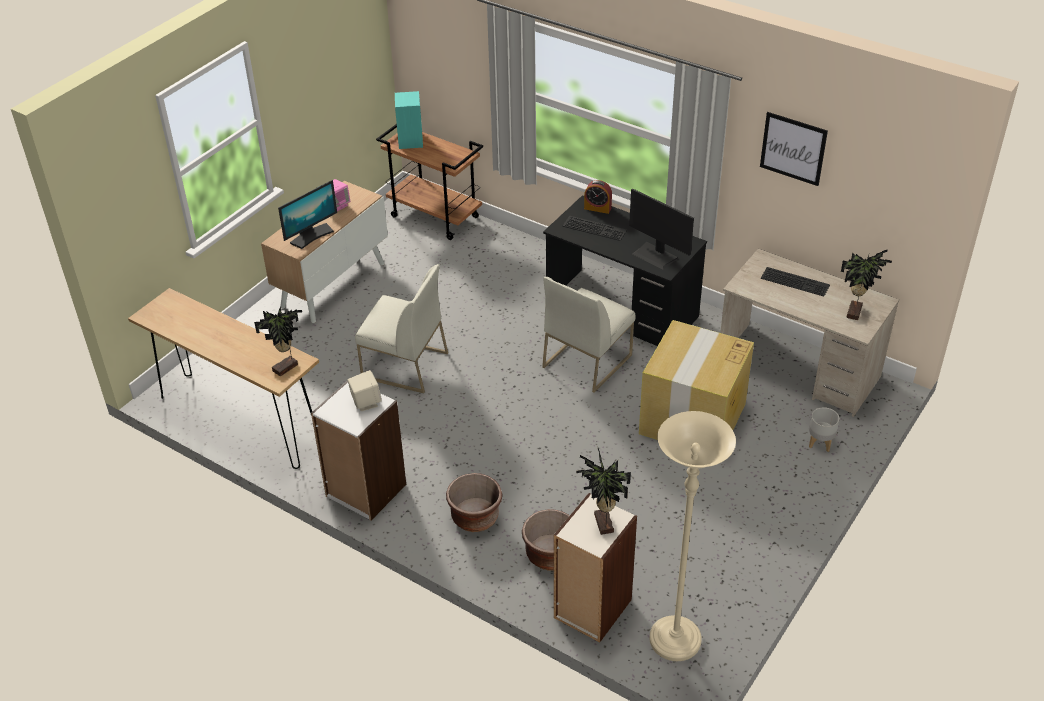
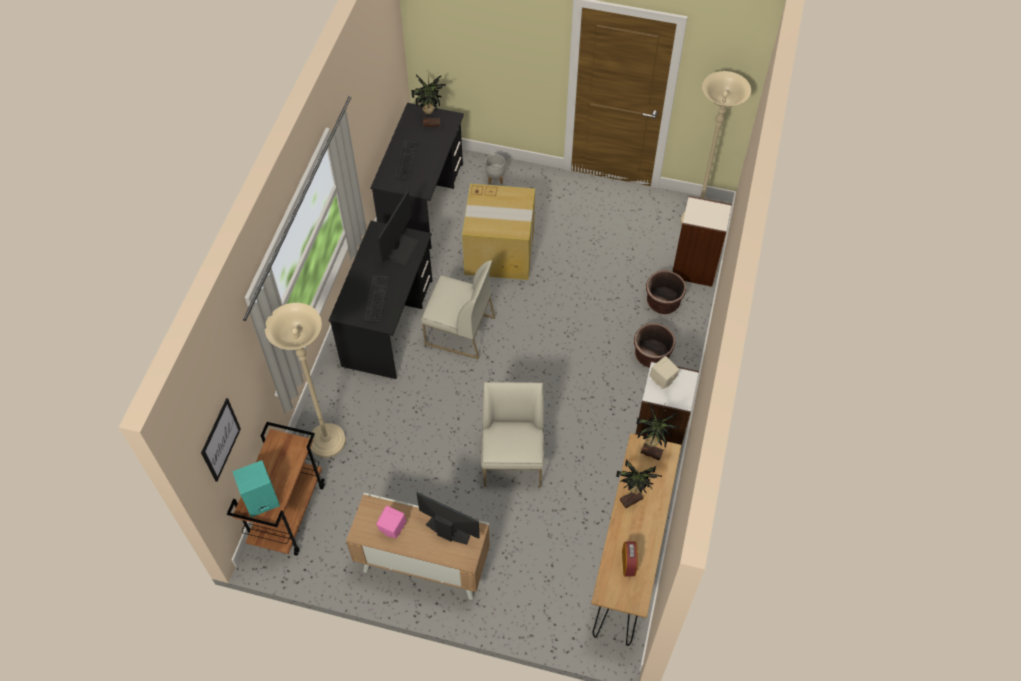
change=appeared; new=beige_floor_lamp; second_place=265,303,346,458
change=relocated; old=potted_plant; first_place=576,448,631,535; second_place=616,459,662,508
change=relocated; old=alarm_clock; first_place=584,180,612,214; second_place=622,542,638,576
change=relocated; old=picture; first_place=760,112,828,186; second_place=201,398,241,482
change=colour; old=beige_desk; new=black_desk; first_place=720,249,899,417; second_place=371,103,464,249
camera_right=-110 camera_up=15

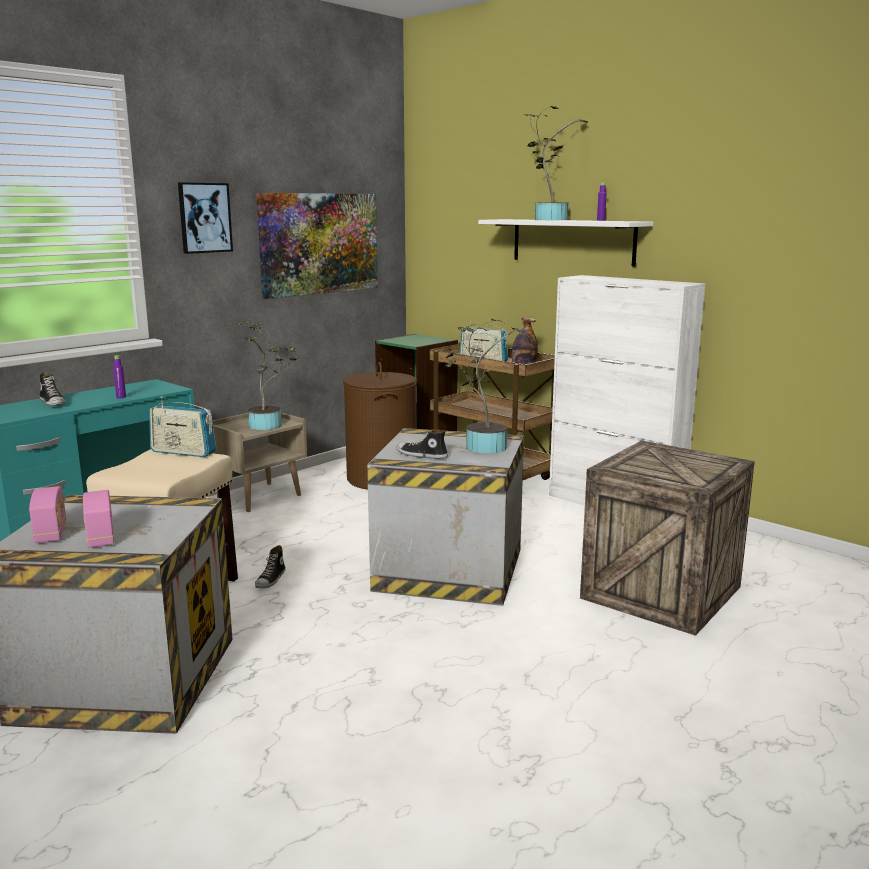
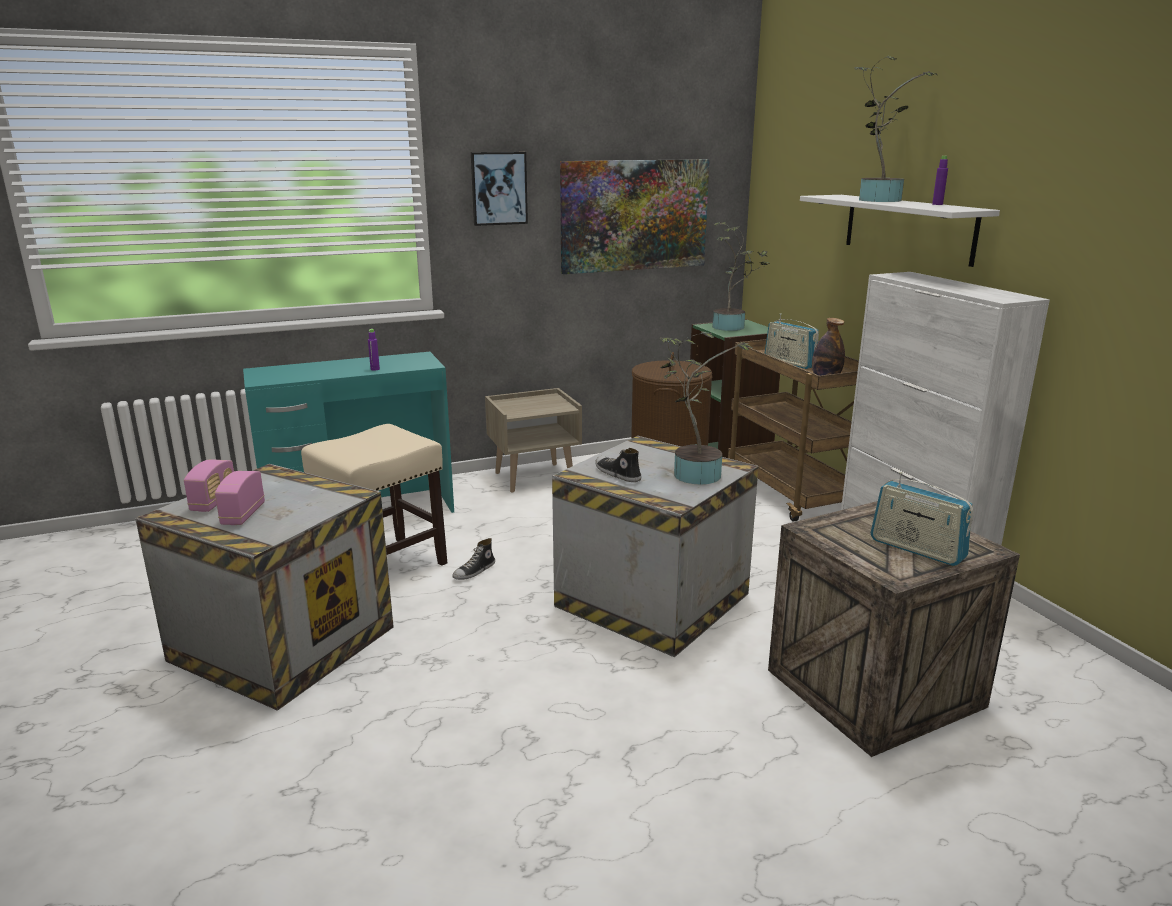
change=missing; old=shoe; first_place=39,372,66,406
change=relocated; old=radio; first_place=149,396,216,457; second_place=871,472,974,566
change=relocated; old=potted_plant; first_place=236,321,299,430; second_place=712,222,770,331
camera_right=25 camera_up=5

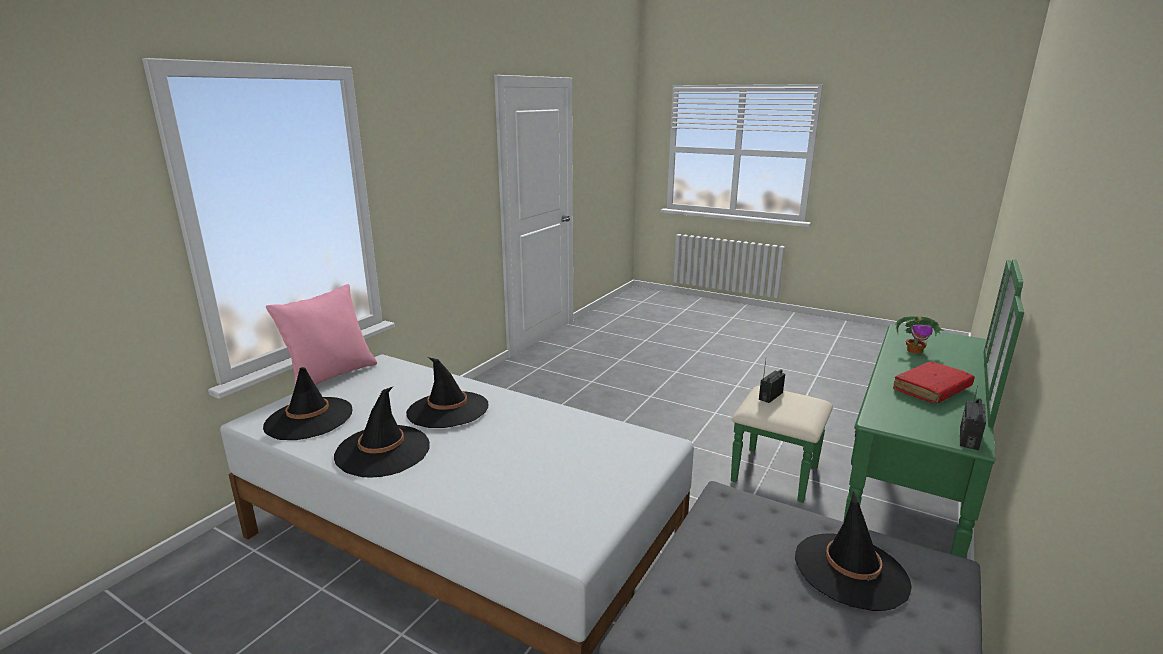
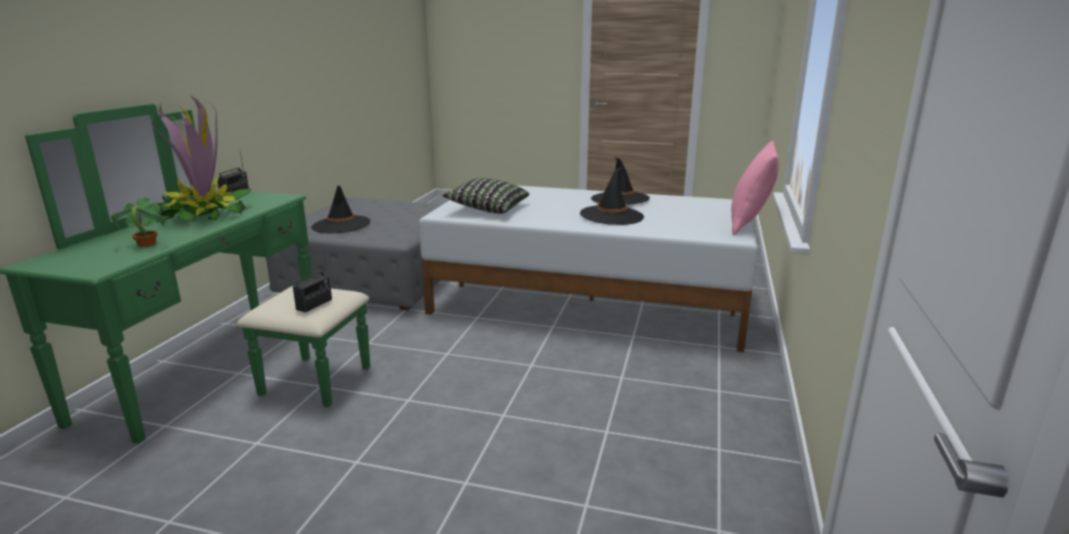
change=missing; old=black_hat; first_place=263,367,352,440
change=appeared; new=pillow; second_place=443,178,529,214
change=exchanged; old=red_book; new=potted_plant; first_place=893,361,975,403; second_place=151,95,251,223
camera_right=165 camera_up=0

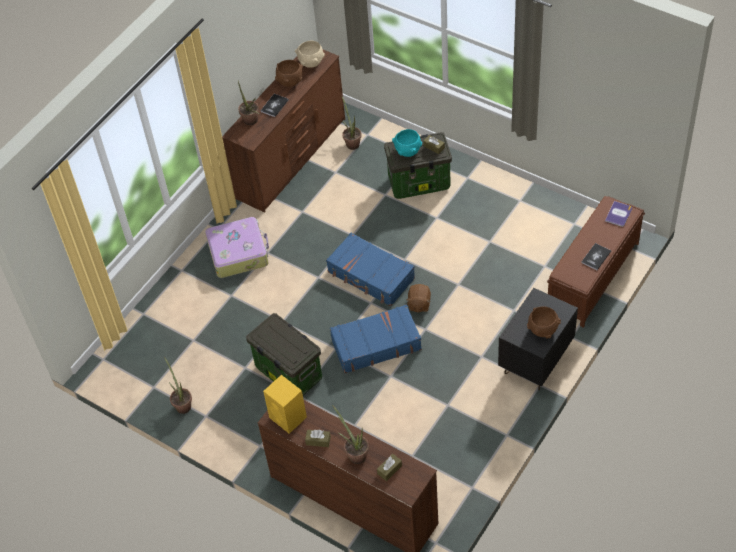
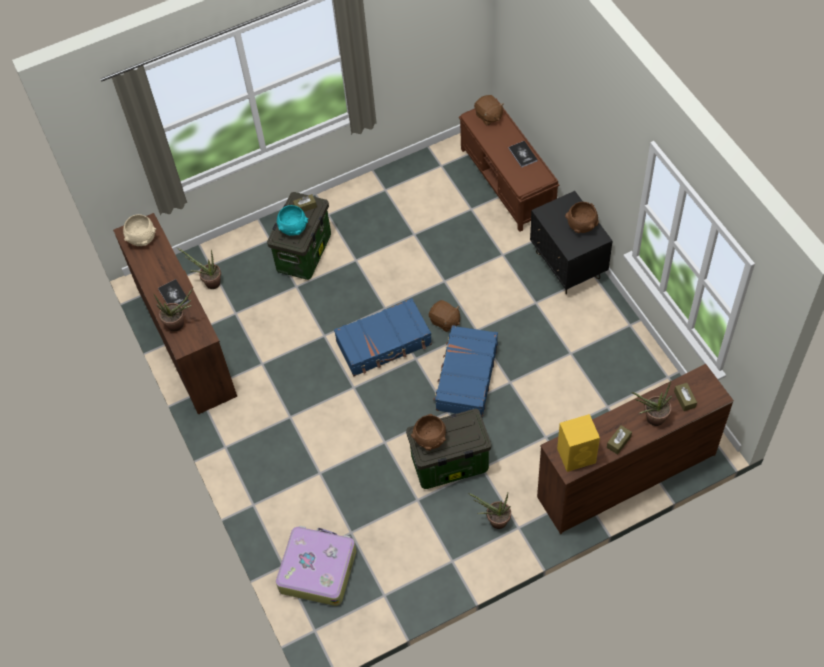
change=relocated; old=potted_plant; first_place=164,357,192,414; second_place=468,493,511,529
change=relocated; old=suitcase; first_place=205,217,269,278; second_place=276,526,356,606
change=relocated; old=brown_bowl; first_place=275,60,303,87; second_place=411,414,446,451
change=exchanged; old=book; new=brown_plush_toy; first_place=605,201,632,227; second_place=474,95,504,126
camera_right=-60 camera_up=5

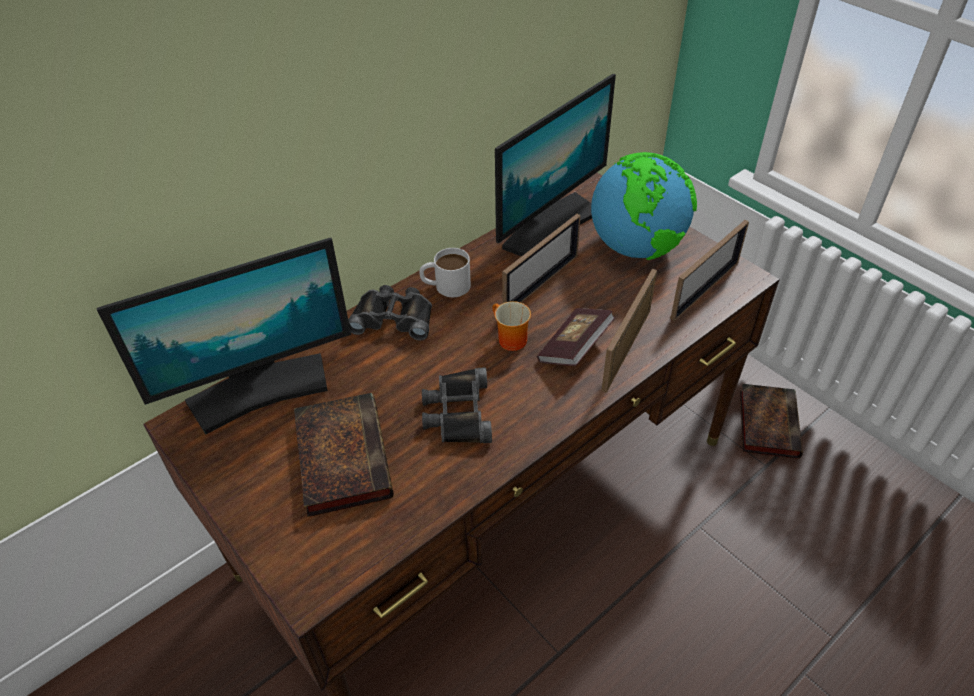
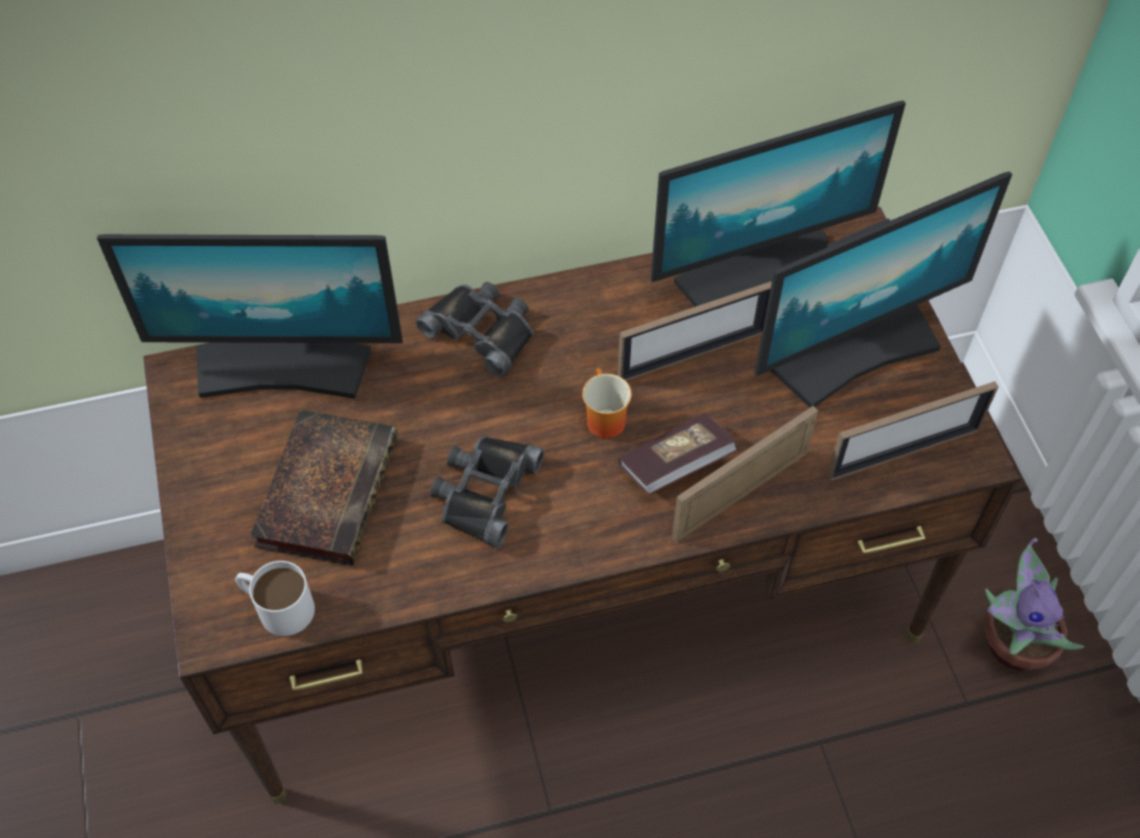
change=relocated; old=white_mug; first_place=419,248,471,297; second_place=235,561,315,636
change=exchanged; old=globe; new=monitor; first_place=591,152,697,260; second_place=755,171,1012,408
change=exchanged; old=book; new=potted_plant; first_place=740,384,803,459; second_place=984,538,1085,671
camera_right=25 camera_up=10

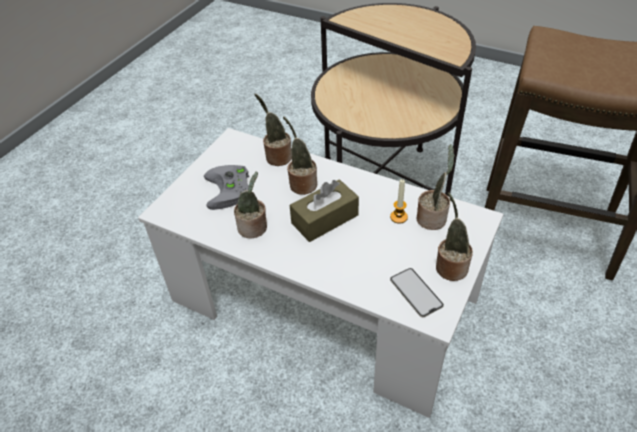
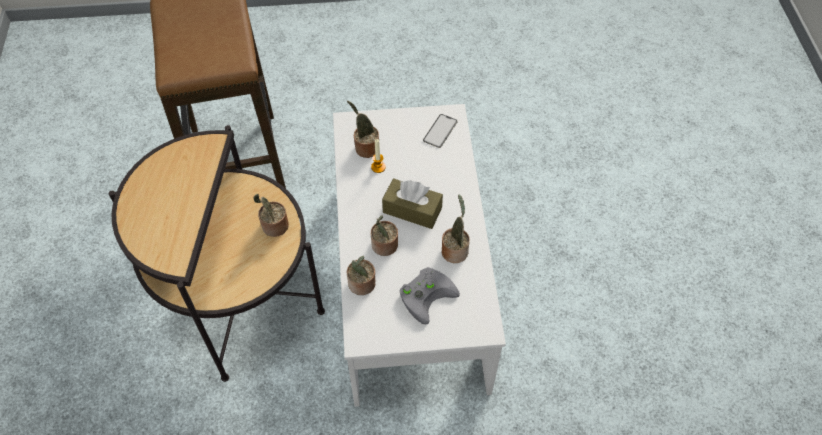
change=relocated; old=potted_plant; first_place=436,192,473,281; second_place=253,194,289,237
camera_right=-125 camera_up=10

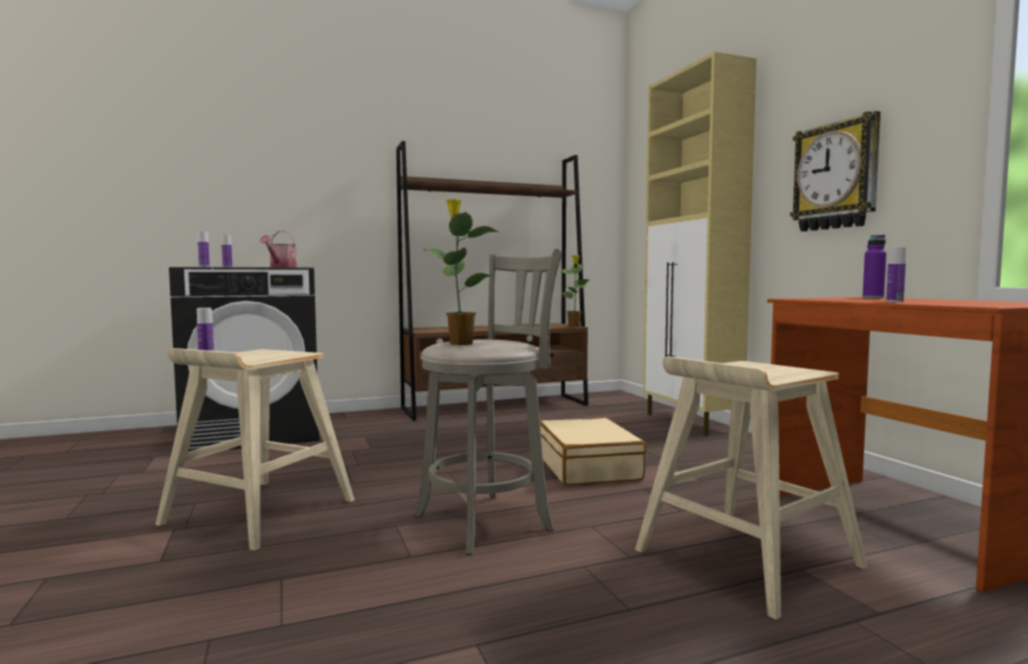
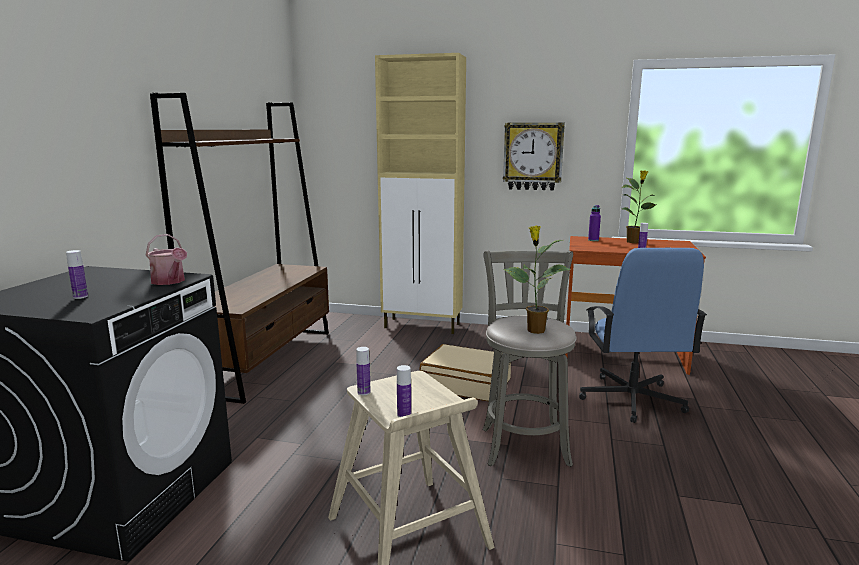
change=relocated; old=bottle; first_place=197,231,210,267; second_place=356,347,371,395
change=relocated; old=potted_plant; first_place=558,255,589,327; second_place=622,170,656,243
change=exchanged; old=beige_stool; new=blue_office_chair; first_place=635,357,867,620; second_place=579,248,707,423
camera_right=-55 camera_up=10

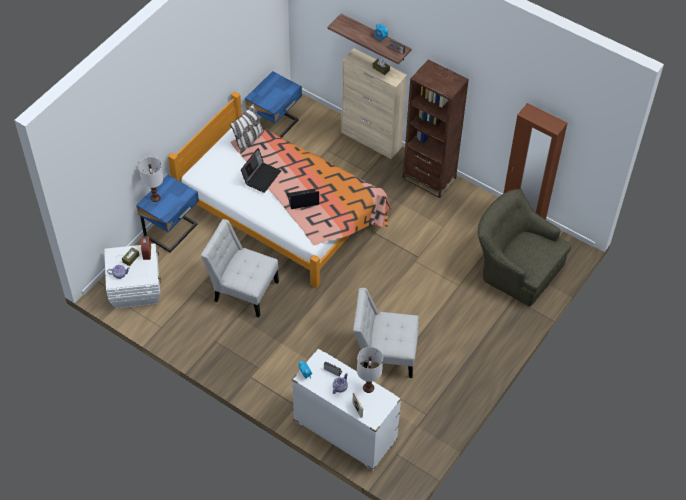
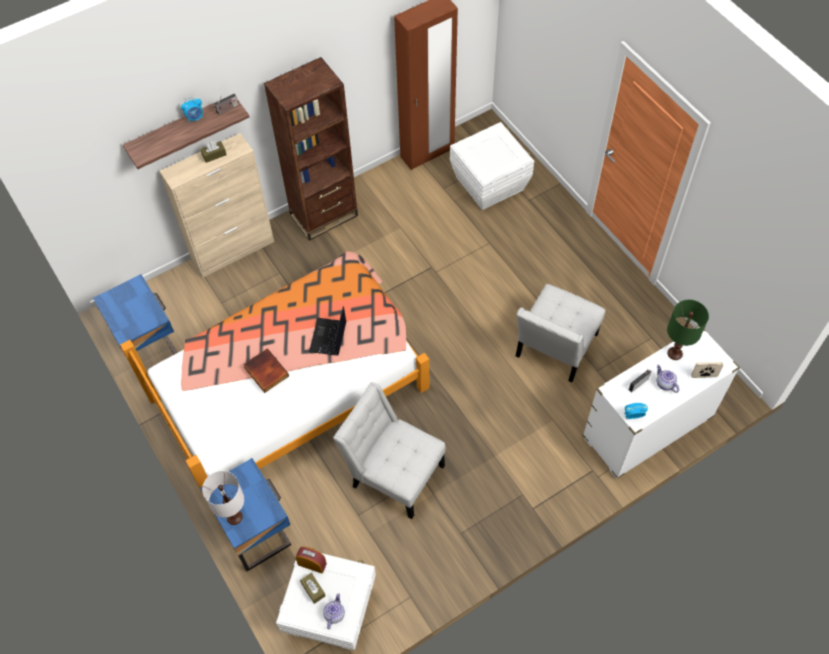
change=missing; old=pillow; first_place=230,103,264,154
change=exchanged; old=laptop; new=book; first_place=241,148,281,193; second_place=243,349,289,393
change=exchanged; old=green_armchair; new=white_storage_box; first_place=478,189,571,307; second_place=450,122,534,210
change=colour; old=white_table_lamp; new=green_table_lamp; first_place=357,347,383,393; second_place=667,300,709,360
change=spun; old=white_chair; first_place=201,219,279,317; second_place=333,382,446,519; degrees=75
camera_right=-65 camera_up=5

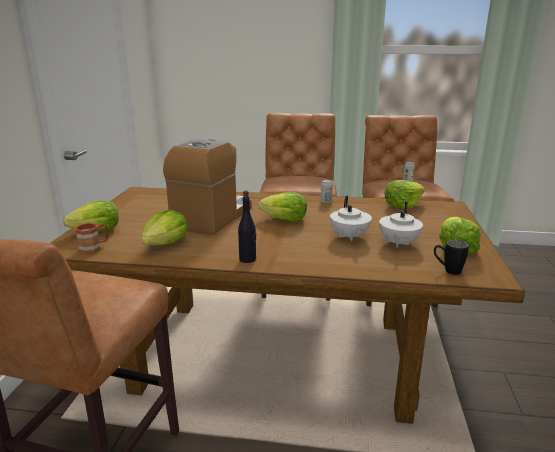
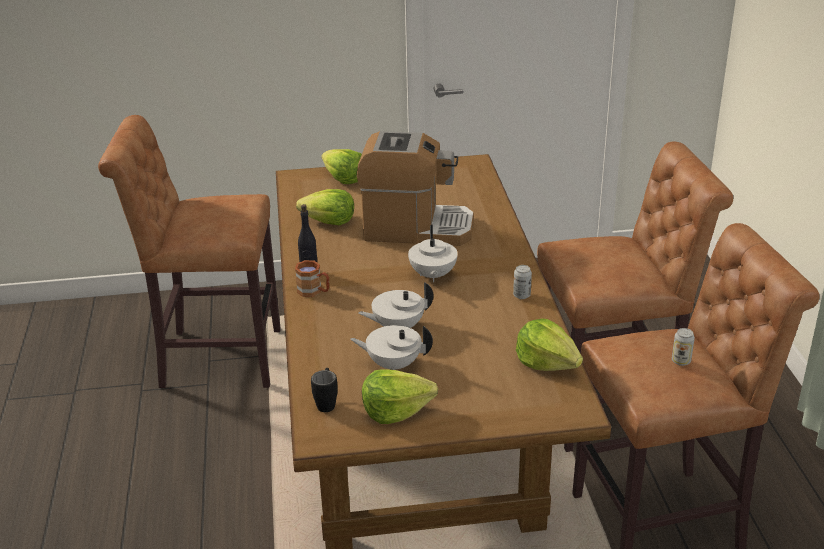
change=relocated; old=brown_mug; first_place=75,223,108,255; second_place=295,260,329,297
change=exchanged; old=lettuce; new=white_teapot; first_place=259,192,307,222; second_place=408,225,458,282
camera_right=75 camera_up=10

